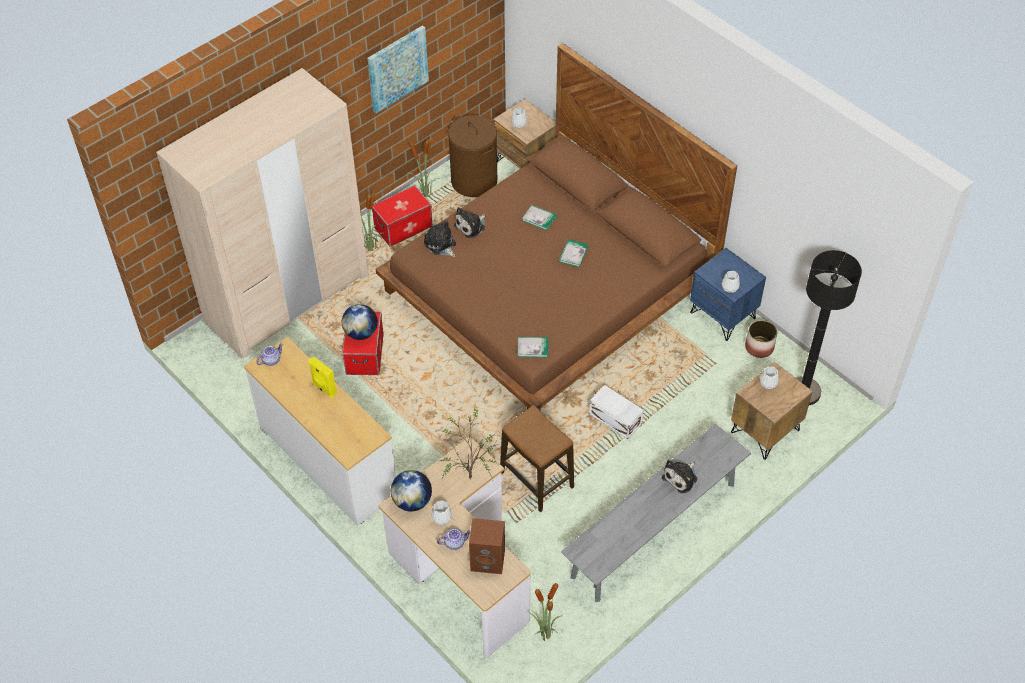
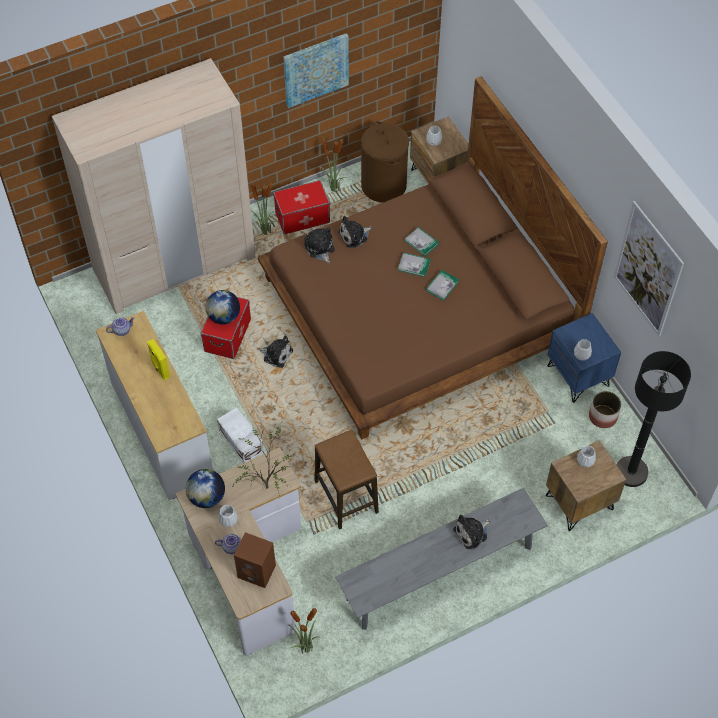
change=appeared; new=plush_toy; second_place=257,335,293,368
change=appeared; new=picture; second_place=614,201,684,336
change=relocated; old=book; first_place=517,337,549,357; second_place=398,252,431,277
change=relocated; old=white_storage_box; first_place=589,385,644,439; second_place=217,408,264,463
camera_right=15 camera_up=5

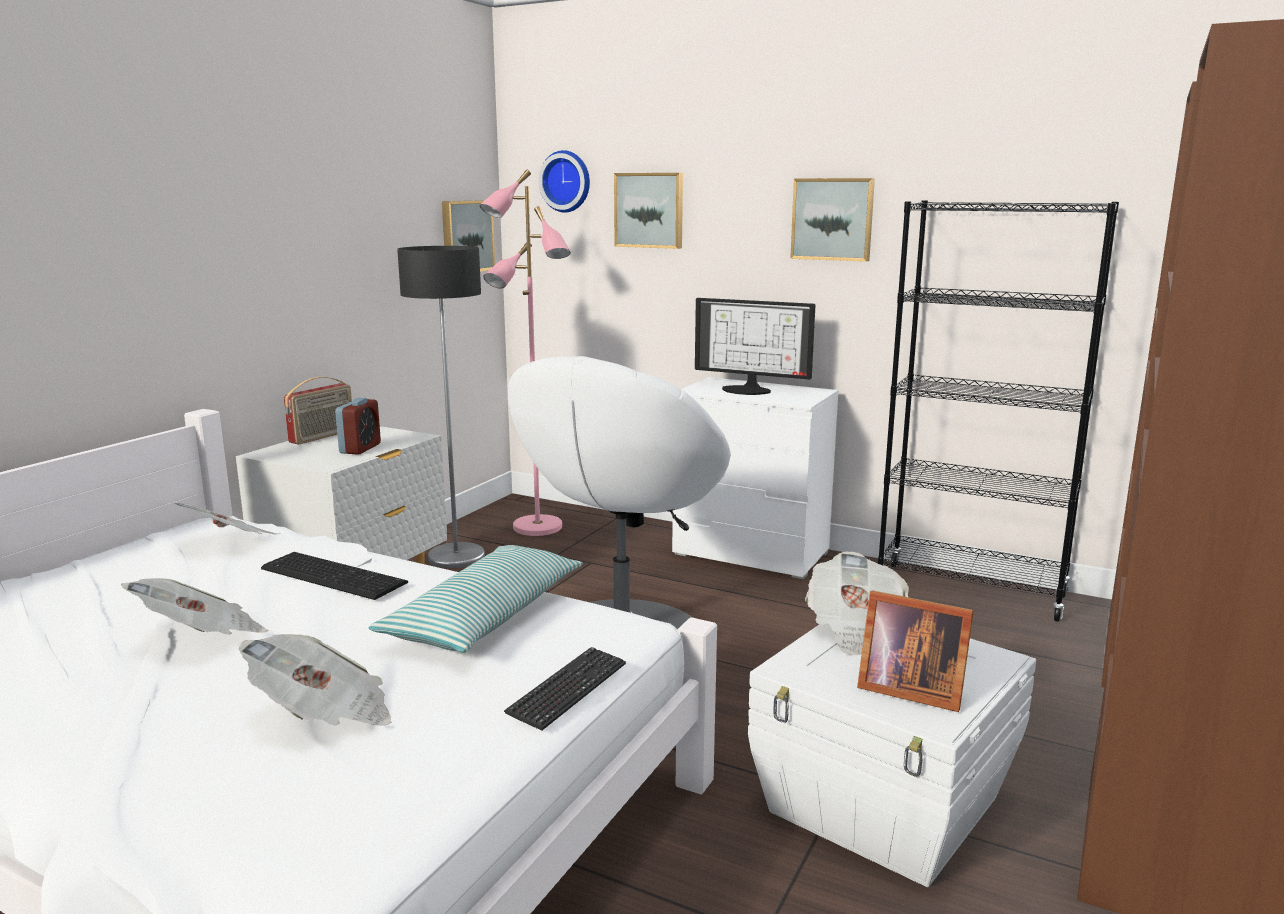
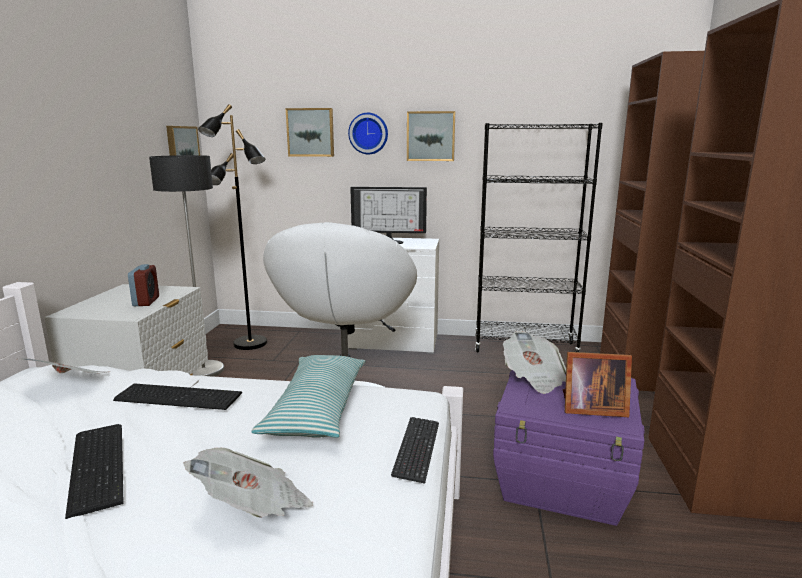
change=missing; old=radio; first_place=284,377,352,445
change=relocated; old=wall_clock; first_place=538,150,590,213; second_place=348,113,388,155
change=exchanged; old=newspaper; new=keyboard; first_place=121,578,269,635; second_place=65,424,123,519
change=colour; old=pink_floor_lamp; new=black_floor_lamp; first_place=480,169,571,536; second_place=198,104,267,350
change=colour; old=white_storage_box; new=purple_storage_box; first_place=748,623,1036,887; second_place=493,370,645,526
camera_right=-20 camera_up=0

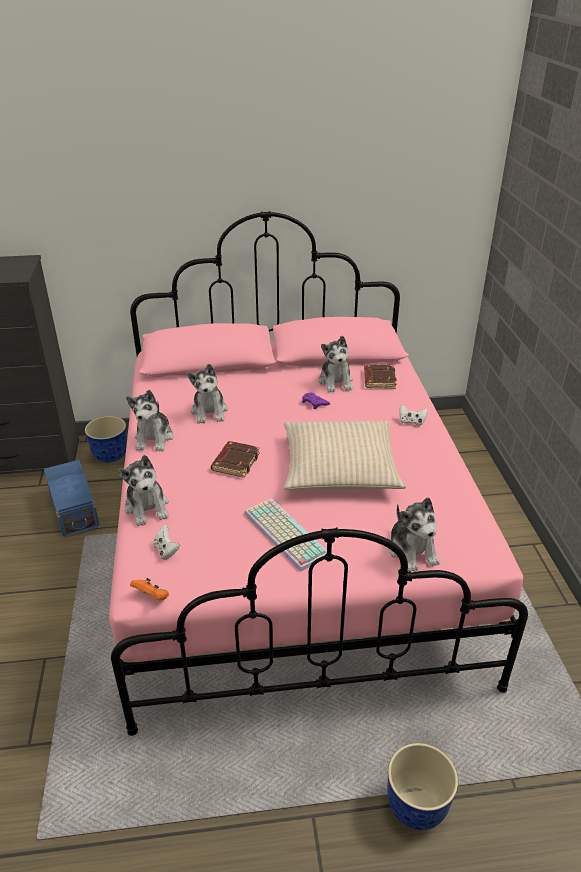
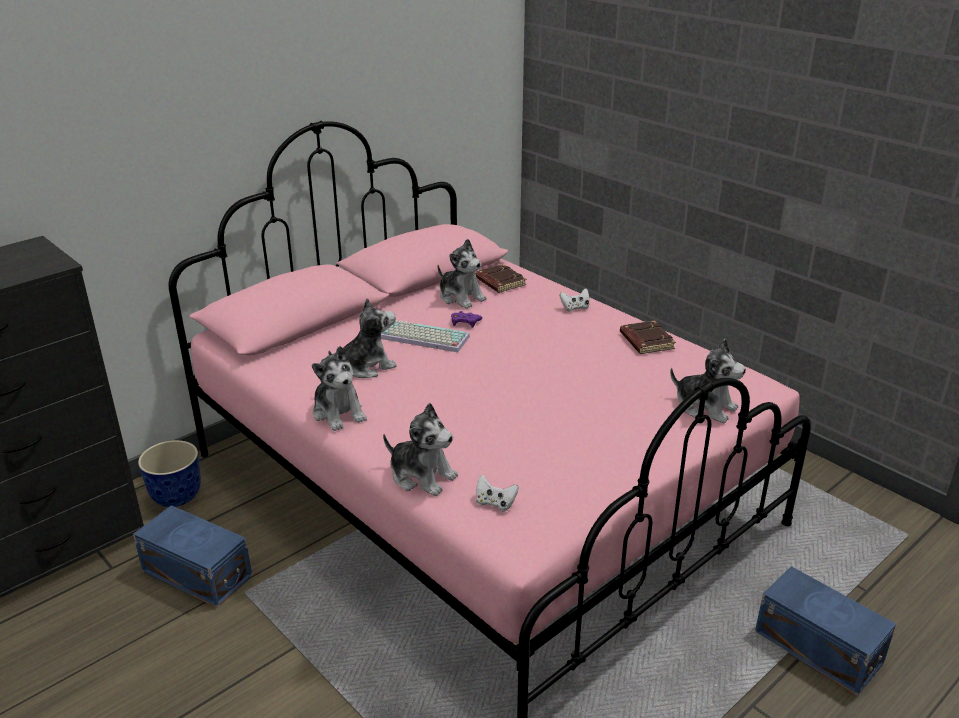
change=missing; old=orange_game_controller; first_place=130,578,169,600
change=missing; old=beige_pillow; first_place=284,421,406,490
change=relocated; old=brown_book; first_place=211,441,260,478; second_place=620,321,676,354
change=relocated; old=keyboard; first_place=244,498,327,571; second_place=381,320,470,352
change=exchanged; old=planter; new=blue_storage_box; first_place=388,743,458,830; second_place=755,566,896,696
change=spun; old=plush_toy; first_place=187,364,228,424; second_place=328,298,397,378; degrees=-75
camera_right=-35 camera_up=-5

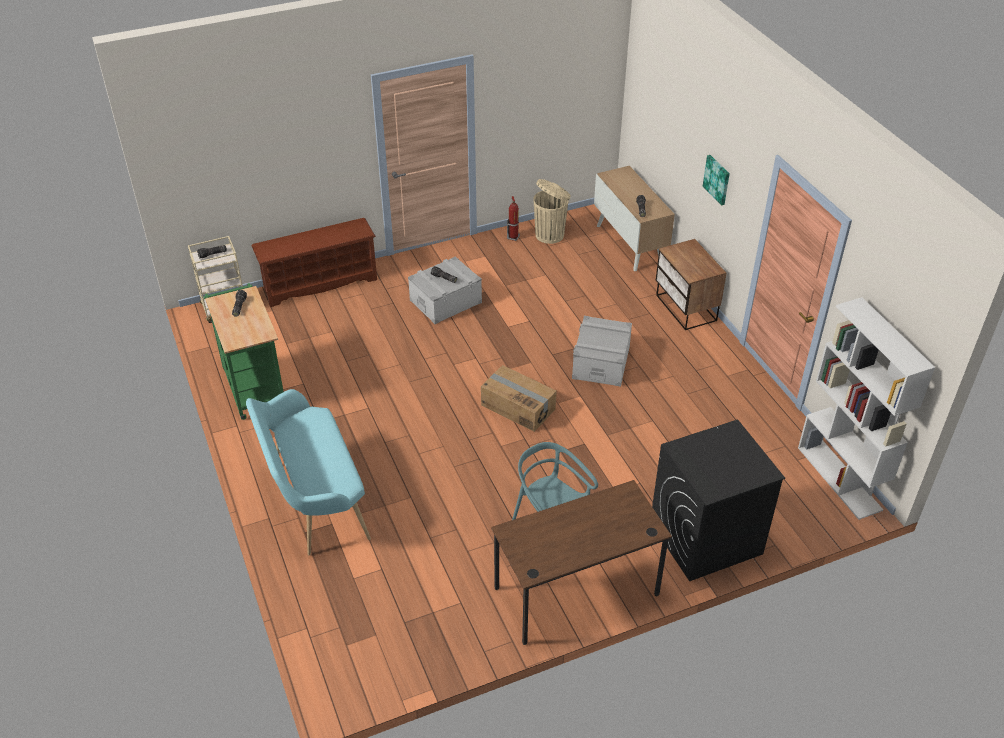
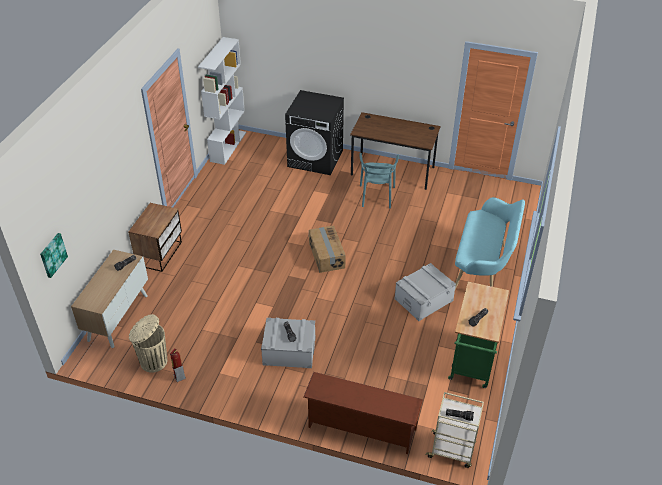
change=relocated; old=grey_storage_box; first_place=572,316,632,387; second_place=395,263,456,321
change=relocated; old=picture; first_place=703,155,730,206; second_place=40,233,68,278
camera_right=-140 camera_up=0

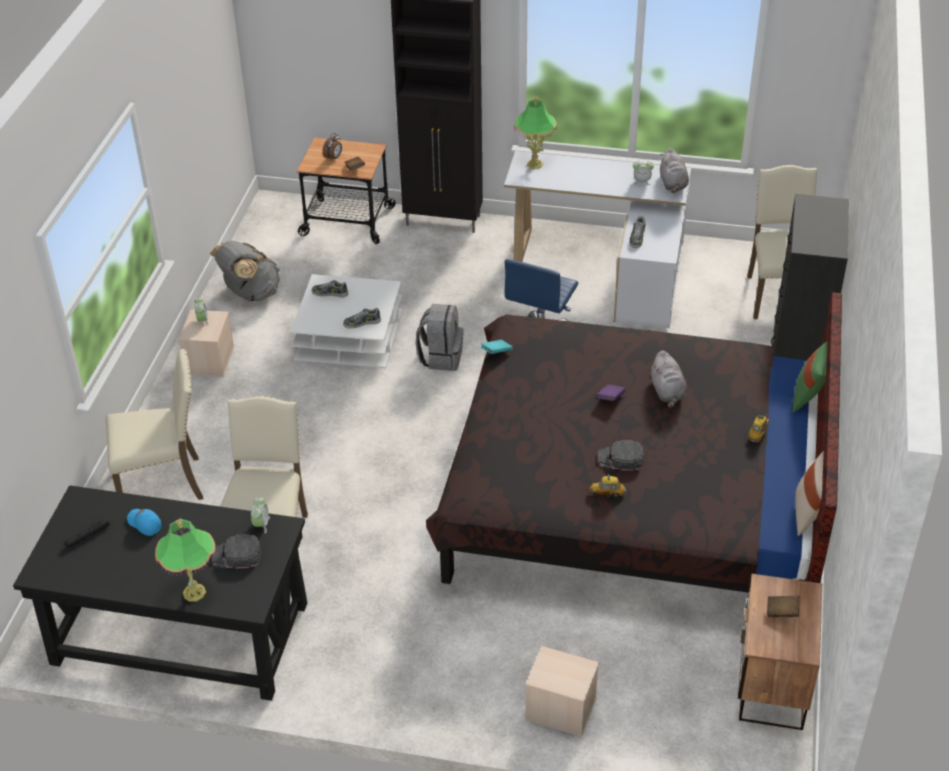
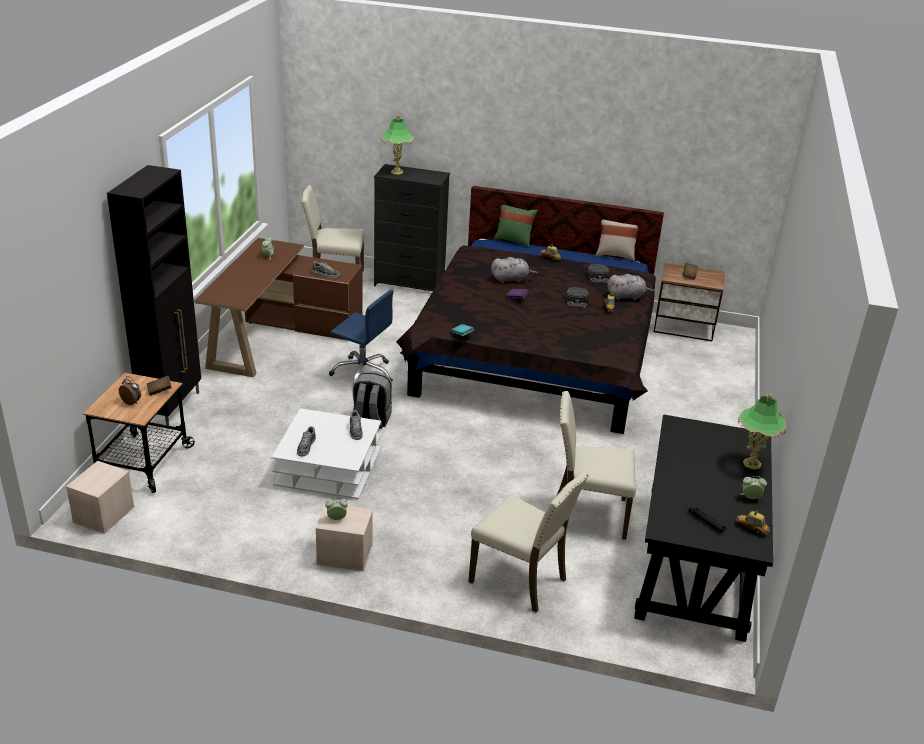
change=missing; old=blue_cap; first_place=127,509,161,536
change=missing; old=grey_backpack; first_place=210,241,280,302
change=appeared; new=toy_car; second_place=735,510,770,536
change=relocated; old=black_cap; first_place=211,534,261,569; second_place=587,264,610,284
change=relocated; old=alarm_clock; first_place=251,497,270,533; second_place=741,476,767,499
change=relocated; old=table_lamp; first_place=514,97,557,169; second_place=381,115,414,175
change=relocated; old=beige_storage_box; first_place=525,646,599,737; second_place=66,461,135,534
change=relocated; old=grey_plush_toy; first_place=660,148,689,193; second_place=607,274,655,300
change=colour; old=white_desk; new=brown_desk; first_place=504,151,691,328; second_place=194,238,363,377
change=spun; old=beige_chair; first_place=106,349,203,500; second_place=468,472,589,613; degrees=135
camera_right=-90 camera_up=-10

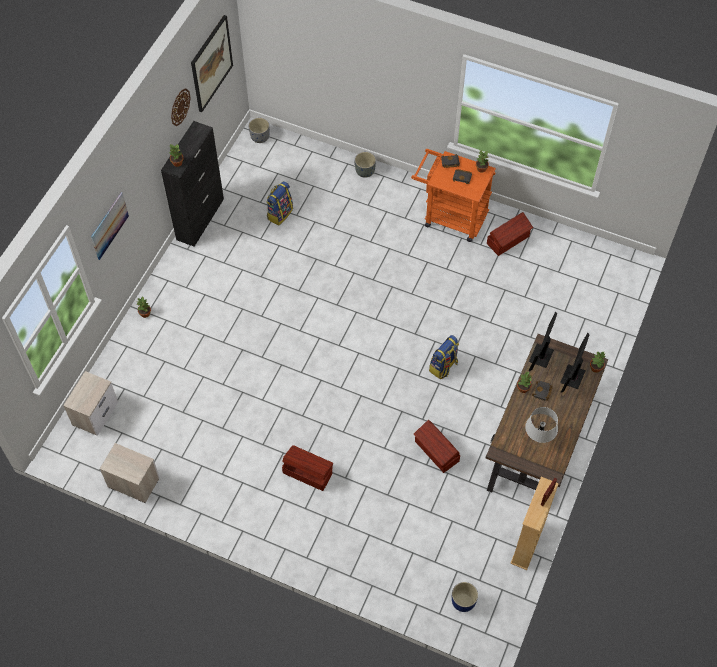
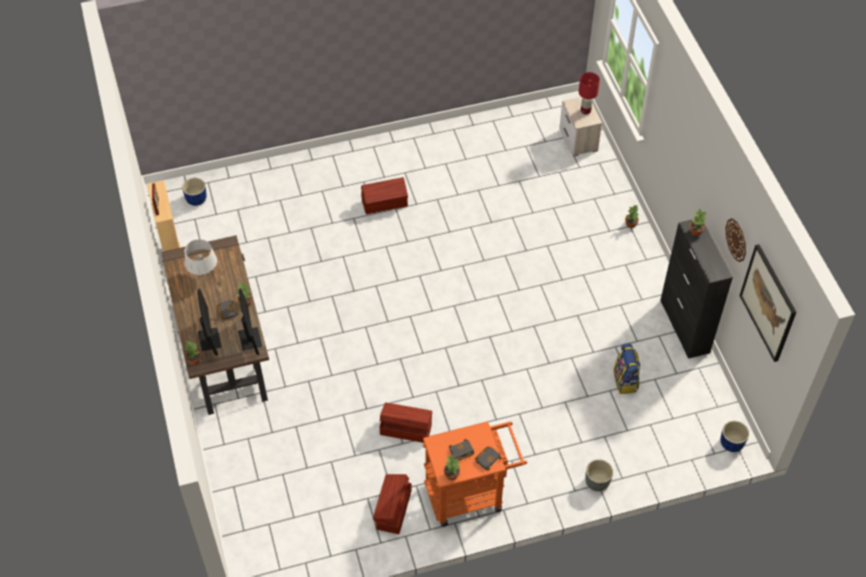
change=missing; old=picture; first_place=91,192,129,260
change=missing; old=nightstand; first_place=100,443,160,503
change=missing; old=backpack; first_place=429,335,459,379
change=appeared; new=red_table_lamp; second_place=579,72,600,115
change=relocated; old=brown_storage_box; first_place=414,420,460,473; second_place=380,402,432,443
change=colour; old=grey_planter; new=blue_planter; first_place=249,118,270,143; second_place=721,421,749,452
camera_right=140 camera_up=-5

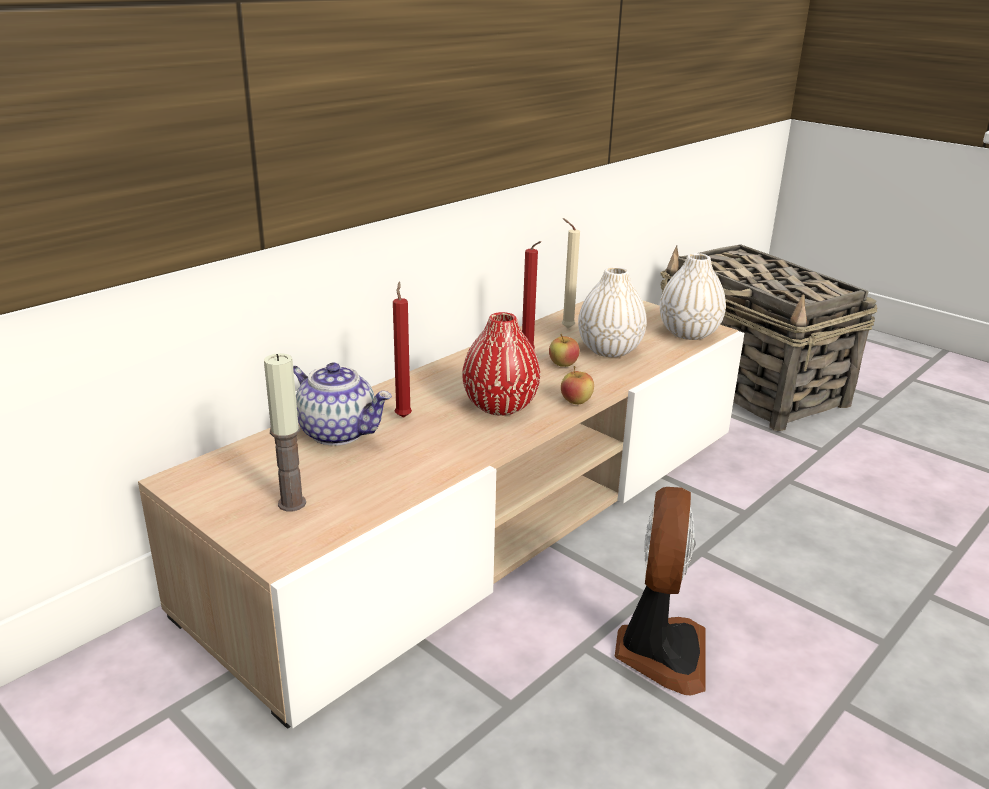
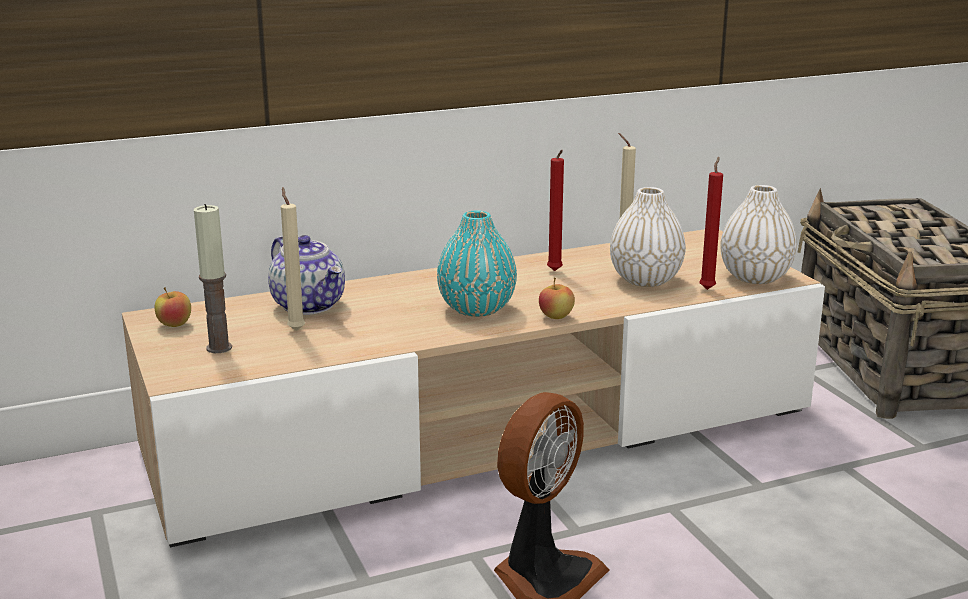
change=appeared; new=beige_candle; second_place=281,187,305,331
change=relocated; old=red_candle; first_place=393,282,412,418; second_place=700,157,723,290
change=relocated; old=apple; first_place=549,334,580,367; second_place=155,287,191,327
change=colour; old=red_vase; new=turquoise_vase; first_place=462,312,540,416; second_place=437,210,517,317
camera_right=25 camera_up=-5

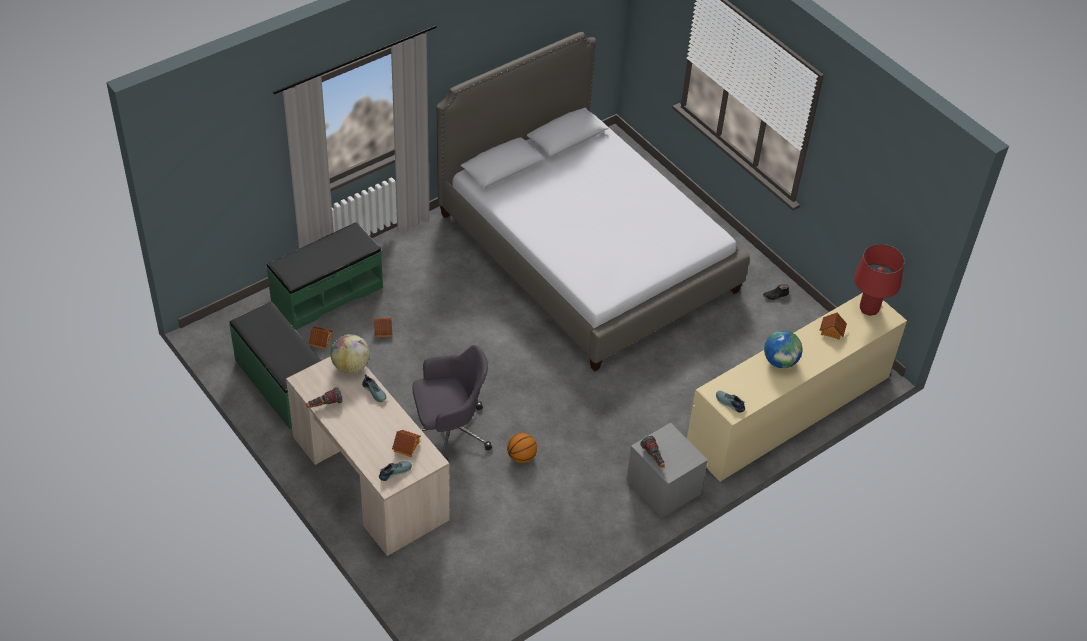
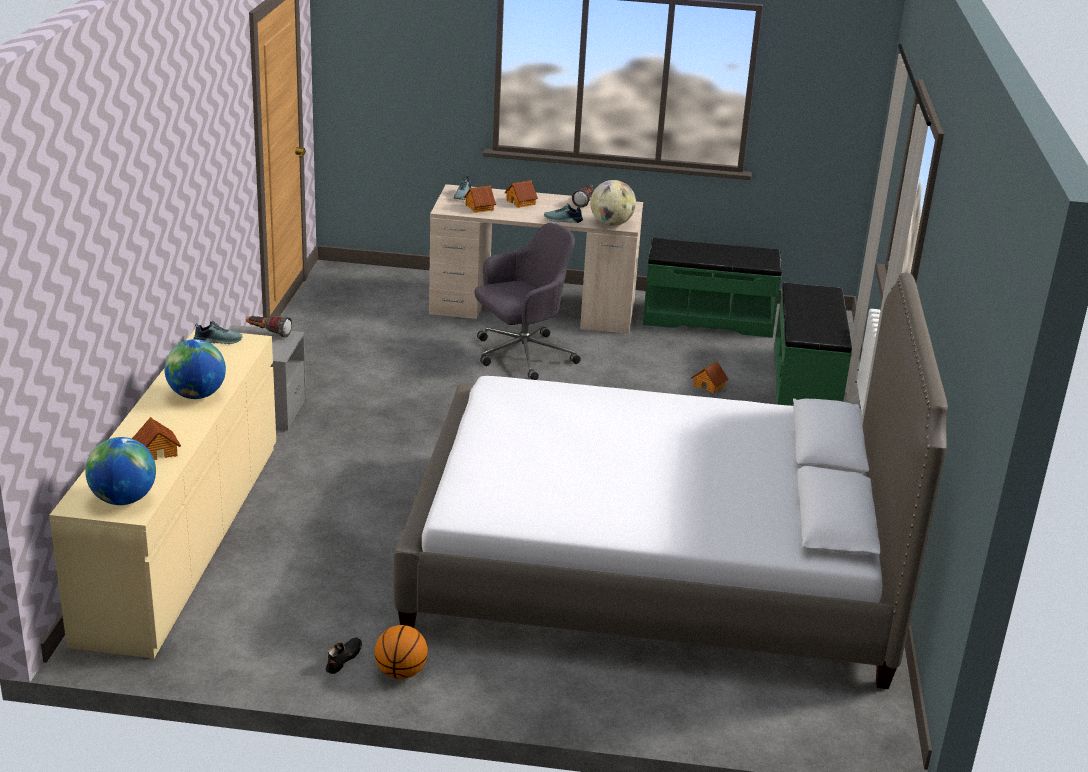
change=relocated; old=toy_house; first_place=309,327,333,349; second_place=505,180,538,208
change=relocated; old=basketball; first_place=507,433,537,463; second_place=375,625,428,679
change=exchanged; old=red_table_lamp; new=globe; first_place=854,244,905,316; second_place=85,437,156,505
change=spun; old=grey_office_chair; first_place=412,345,492,462; second_place=475,223,581,380; degrees=-150
camera_right=135 camera_up=-20

